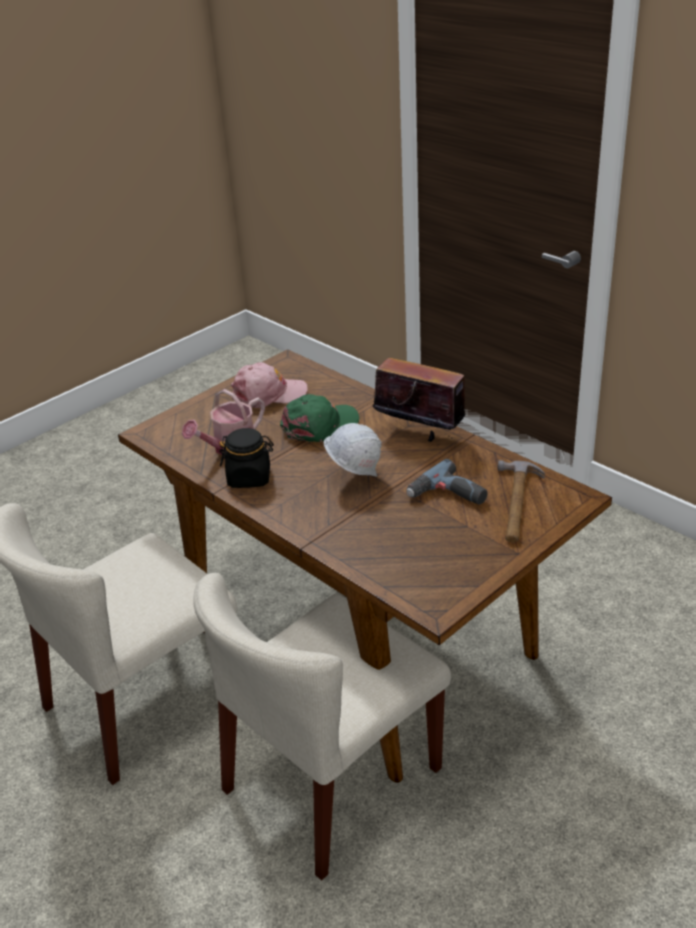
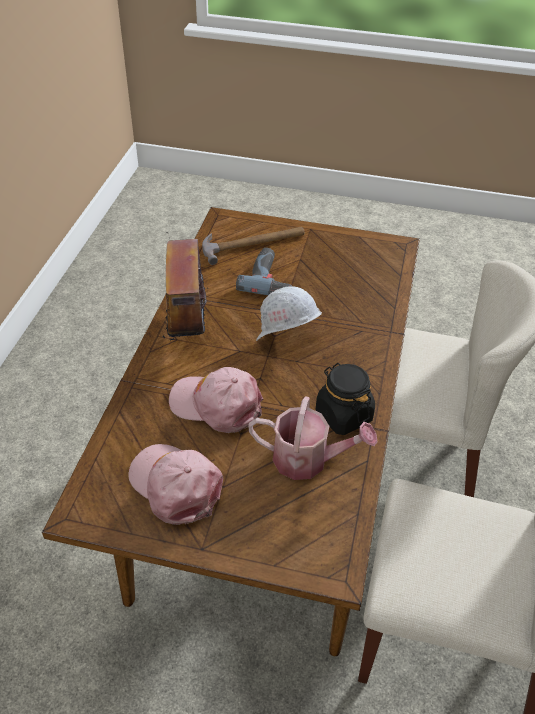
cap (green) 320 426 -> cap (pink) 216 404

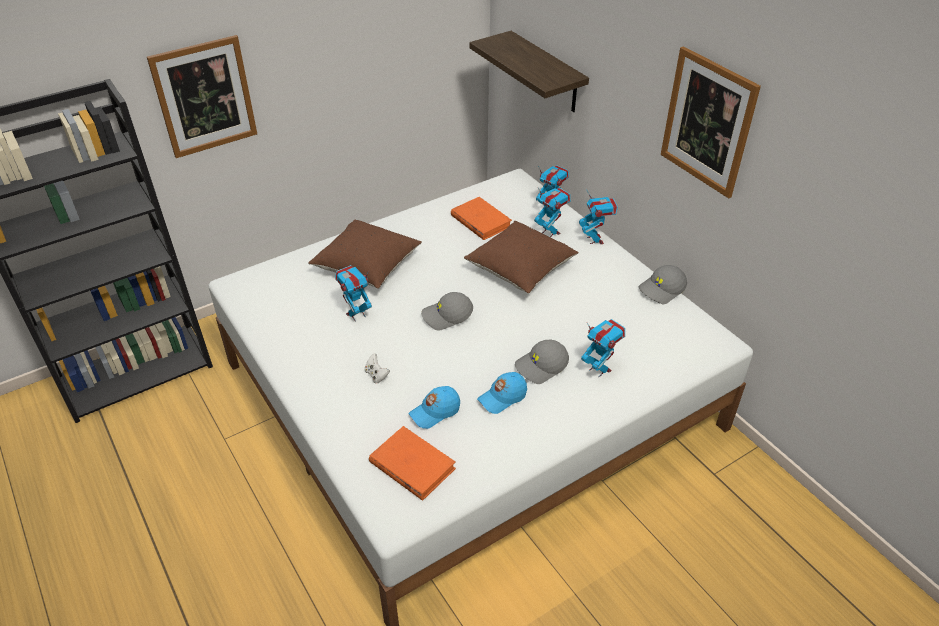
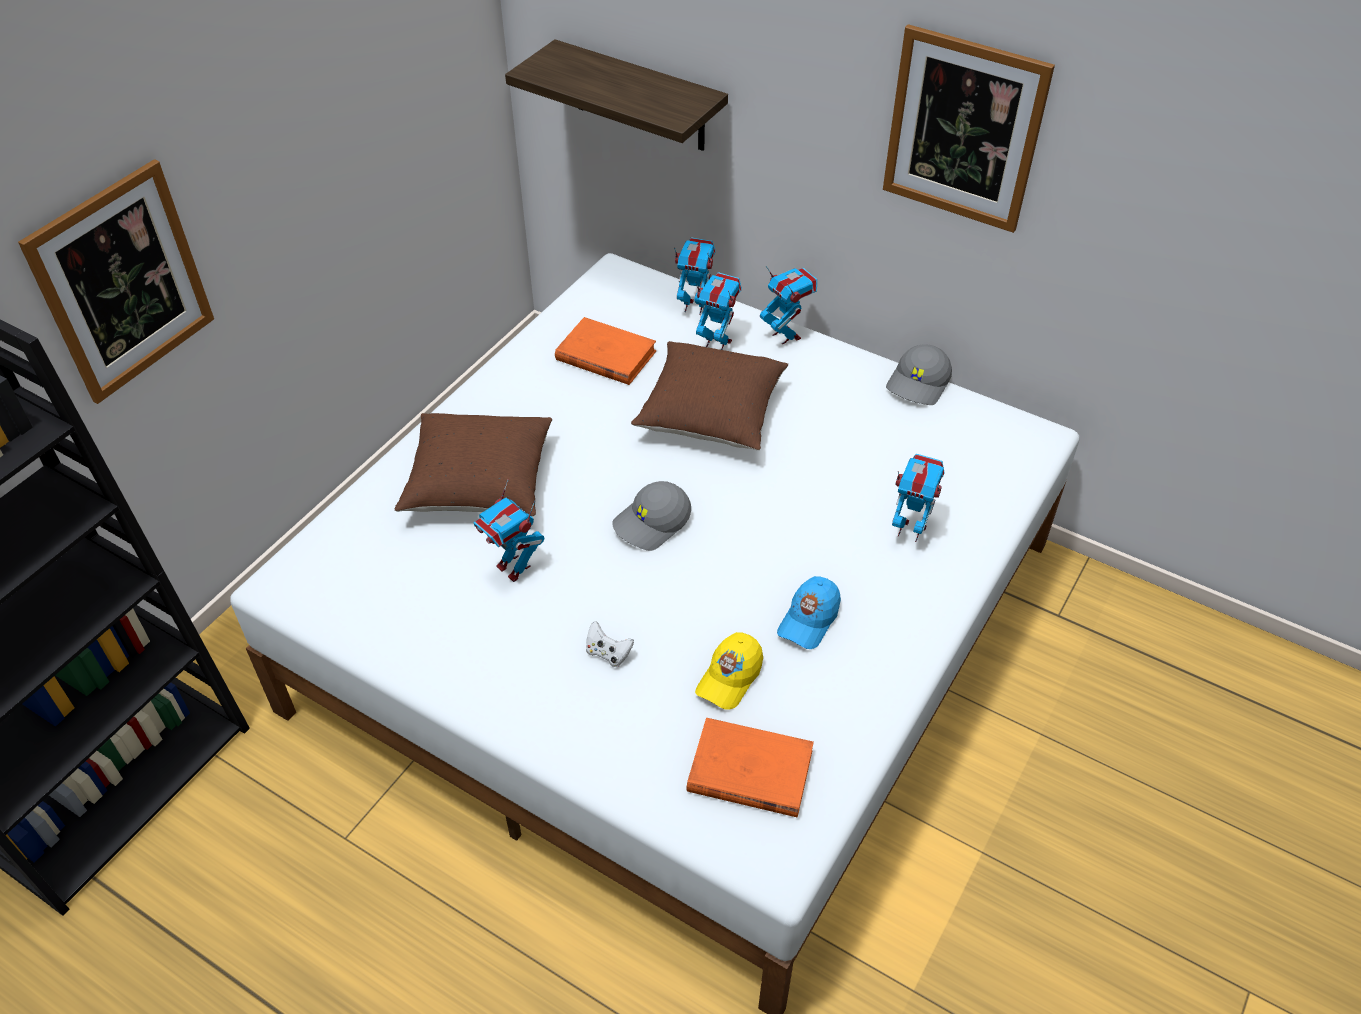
model robot 356 314 -> model robot 514 568, 75 degrees counterclockwise
cap (blue) 435 412 -> cap (yellow-coloured) 730 678
cap (greyish) 541 366 -> none

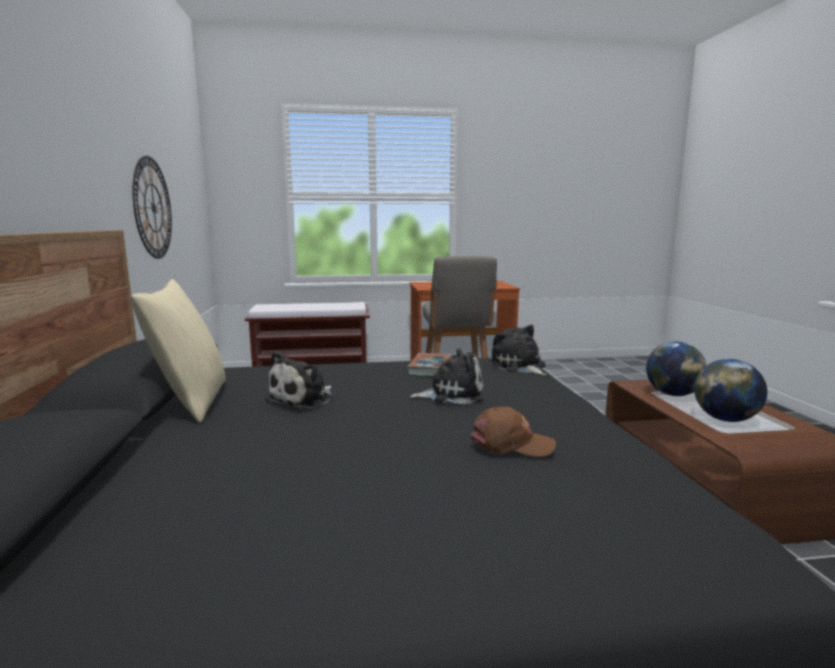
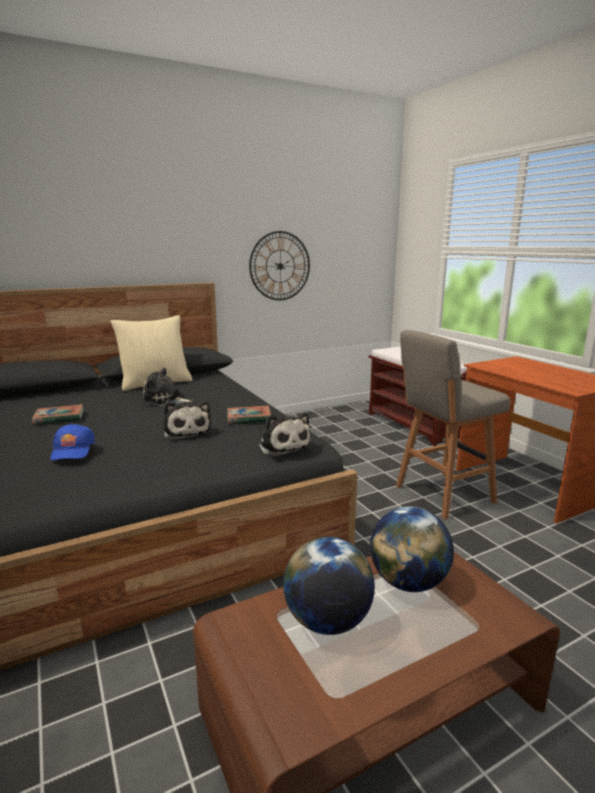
cap (brown) 511 444 -> cap (blue) 72 450
soft toy 519 366 -> soft toy 283 446, 105 degrees clockwise
none -> volume 59 418

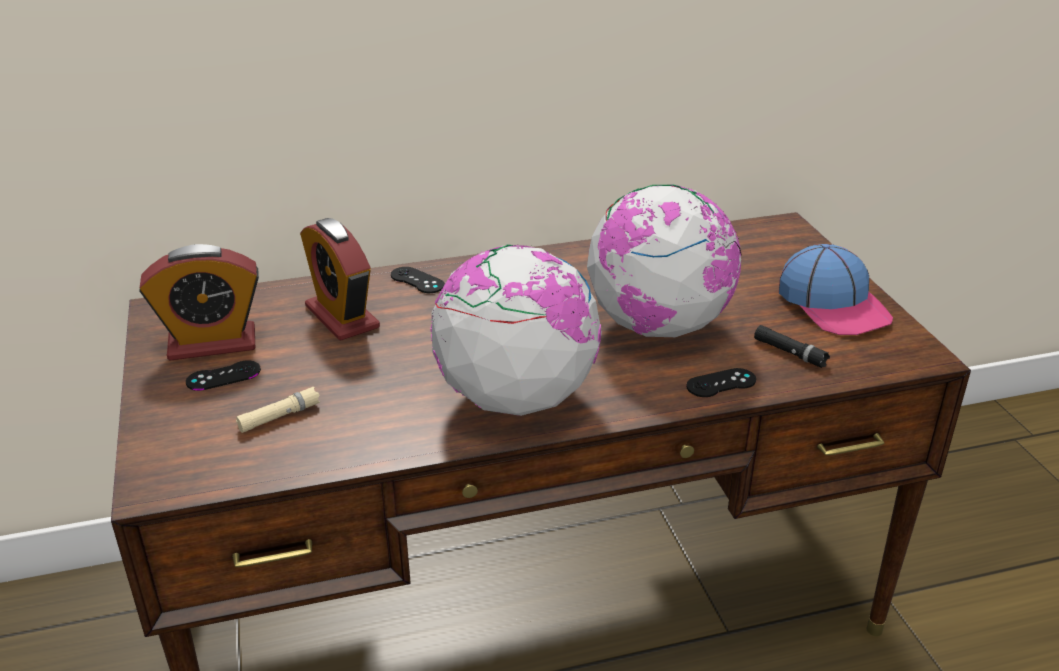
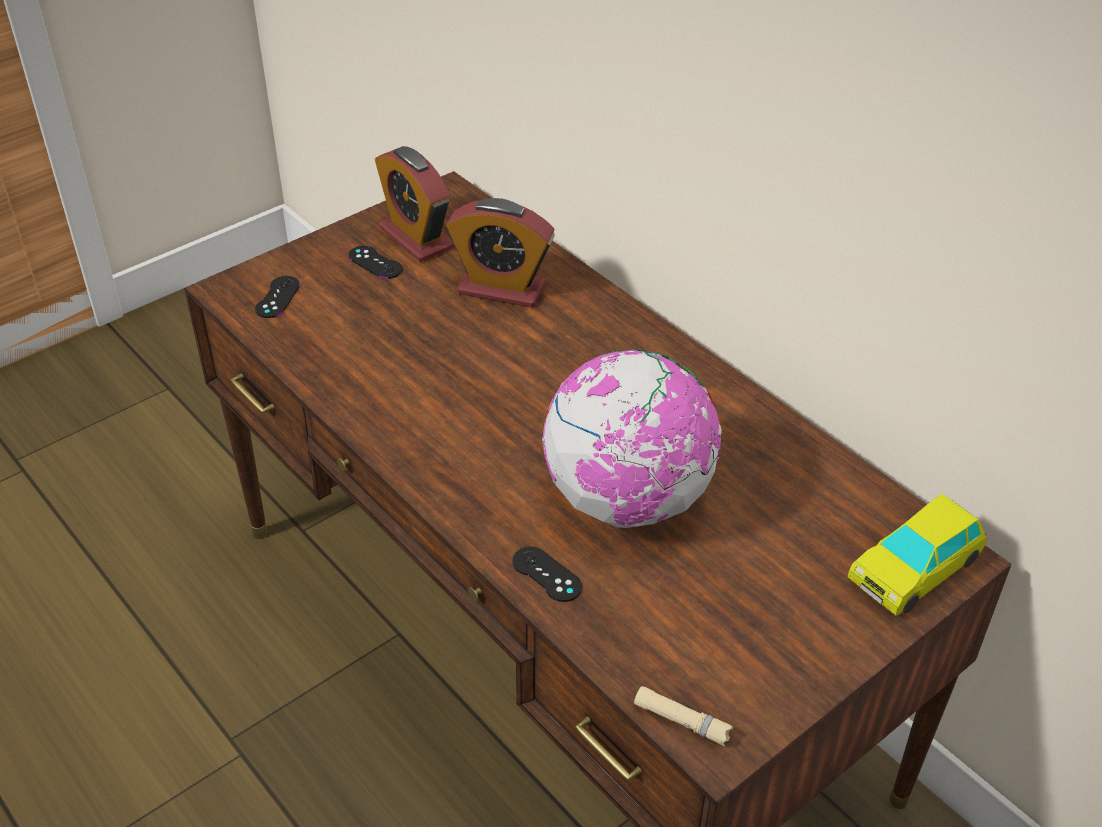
flashlight (beige-coloured) 279 416 -> flashlight (beige-coloured) 682 721, moved
alarm clock 342 317 -> alarm clock 501 288, 105 degrees counterclockwise
joypad (blackish) 417 280 -> joypad (blackish) 277 297, moved
desk globe 515 398 -> none
flashlight (blackish) 790 352 -> none
cap 834 305 -> none
none -> miniature car 914 570

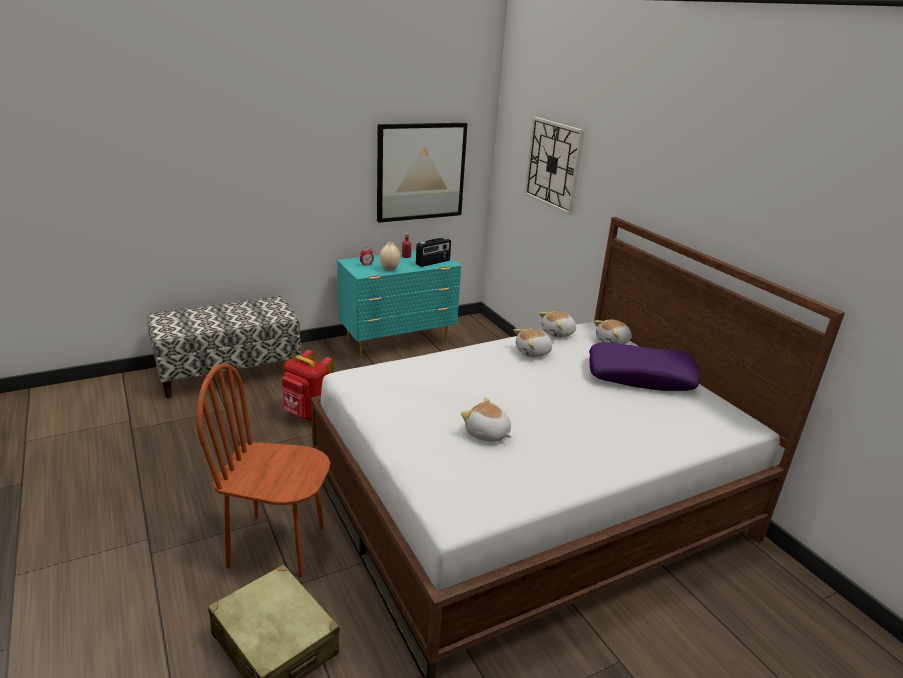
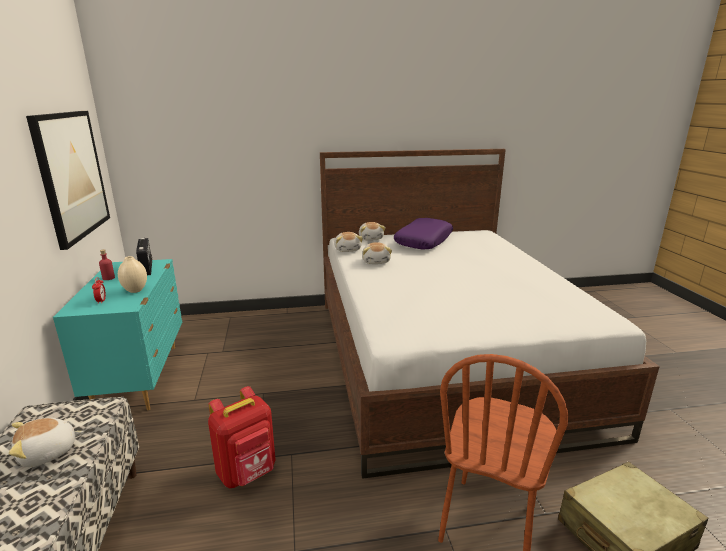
soft toy 487 434 -> soft toy 48 453, moved
wall clock 553 164 -> none

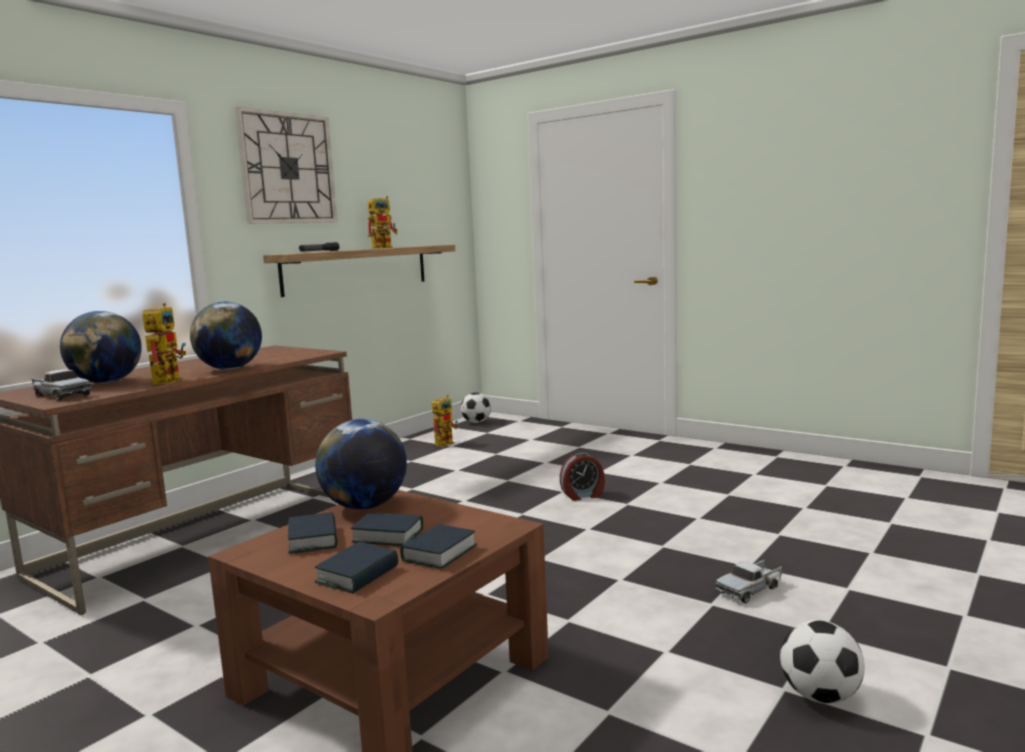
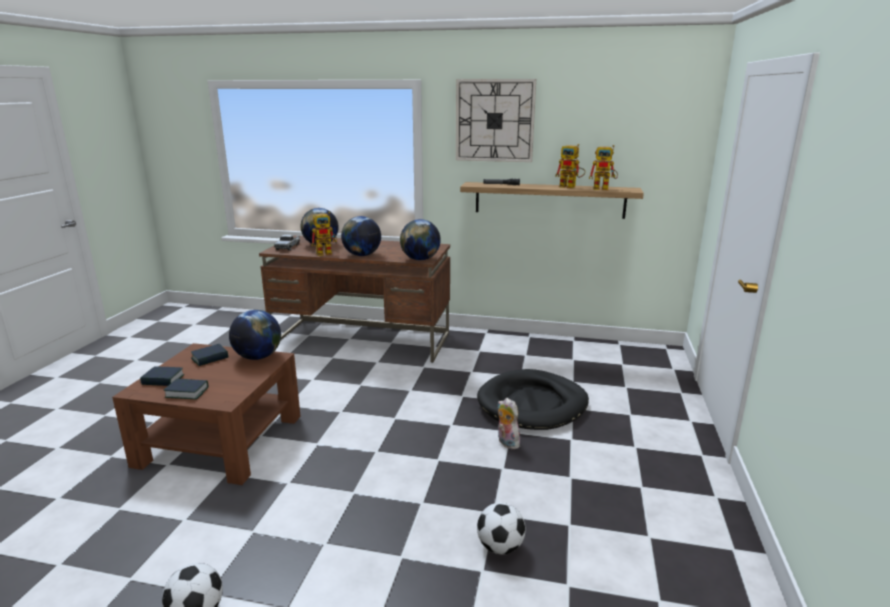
volume 388 536 -> none
model robot 446 442 -> model robot 604 188, moved
football 476 422 -> football 500 547, moved
alarm clock 583 496 -> soft toy 506 443
toy truck 750 589 -> none
none -> desk globe 420 259
none -> dog bed (blackish) 532 404

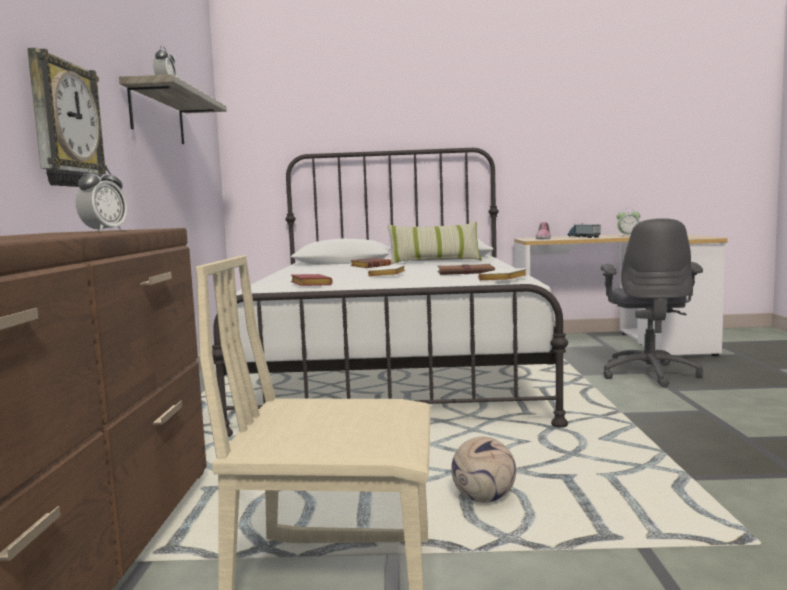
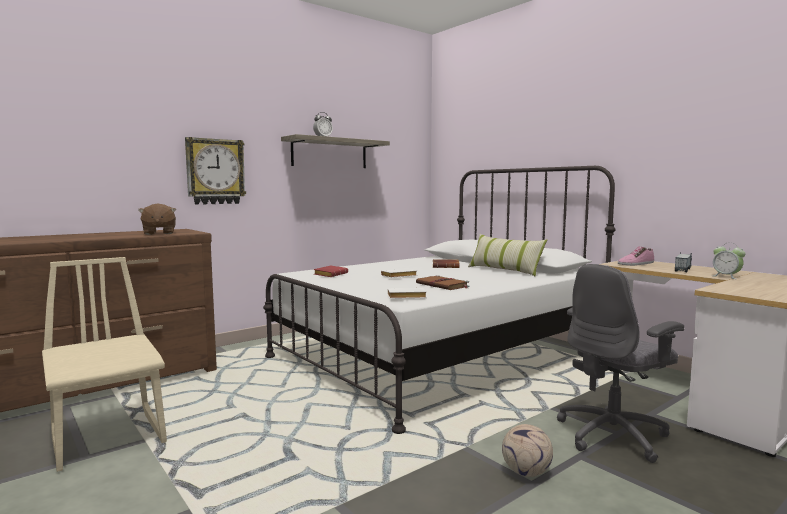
alarm clock 104 231 -> soft toy (brown) 159 233
football 483 499 -> football 525 472, moved

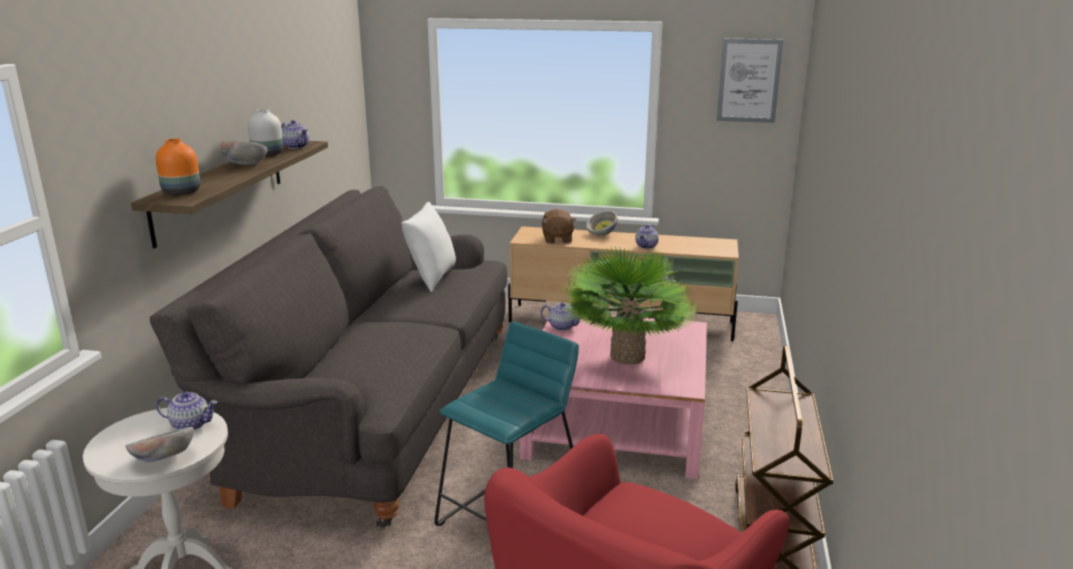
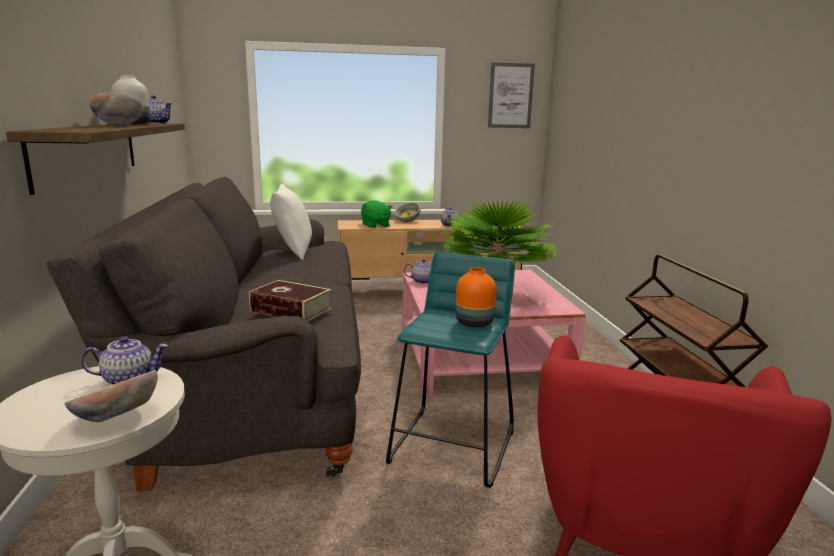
flower vase (orange-coloured) 181 193 -> flower vase (orange-coloured) 474 323, moved
soft toy (brown) 557 239 -> soft toy (green) 375 225
none -> volume 291 310

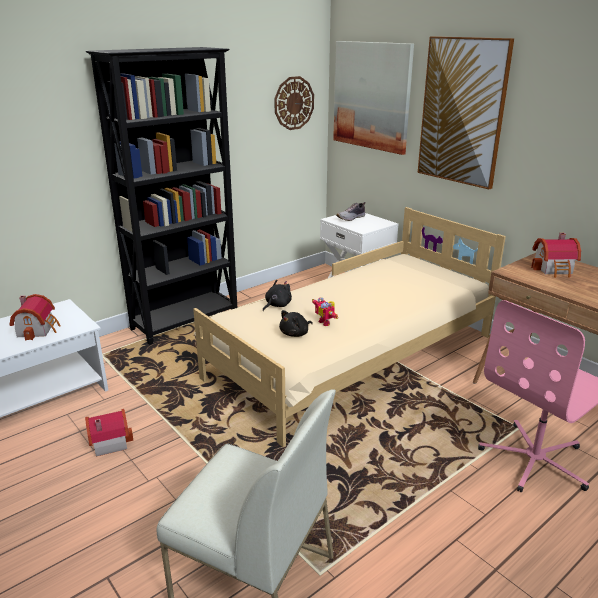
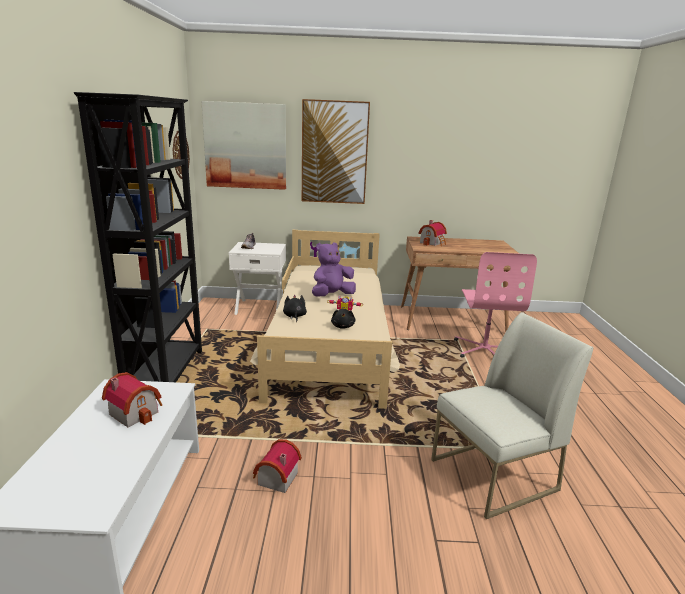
none -> soft toy (purple) 332 295

